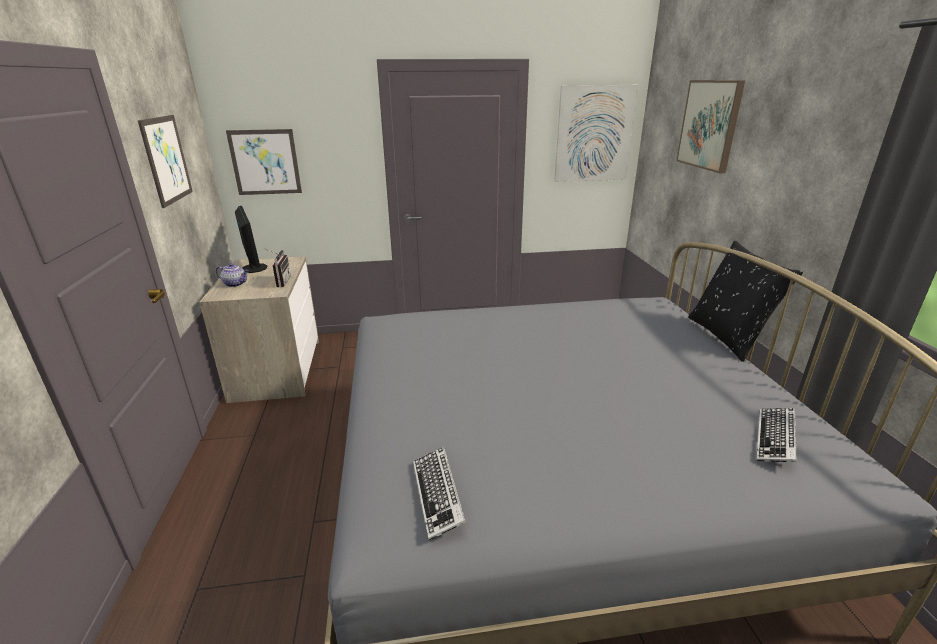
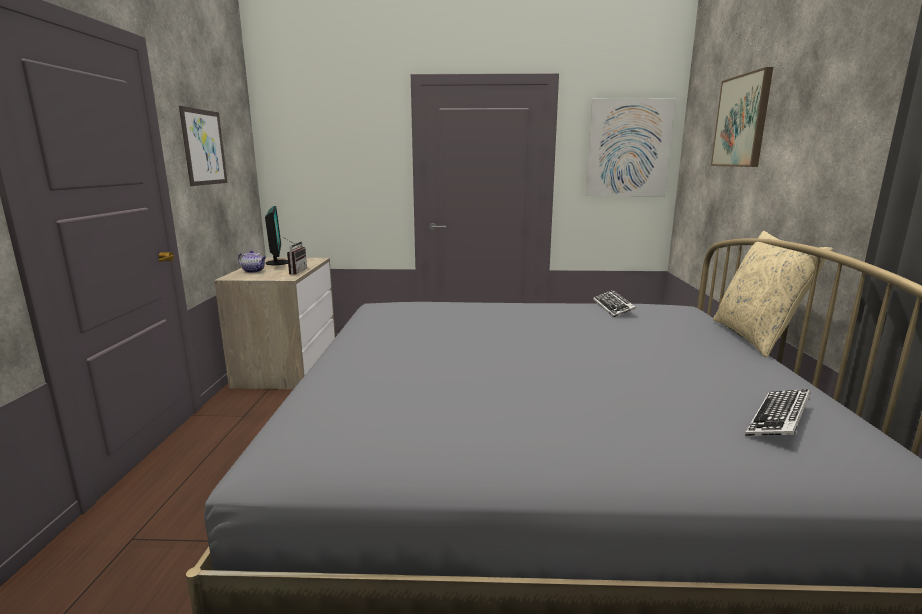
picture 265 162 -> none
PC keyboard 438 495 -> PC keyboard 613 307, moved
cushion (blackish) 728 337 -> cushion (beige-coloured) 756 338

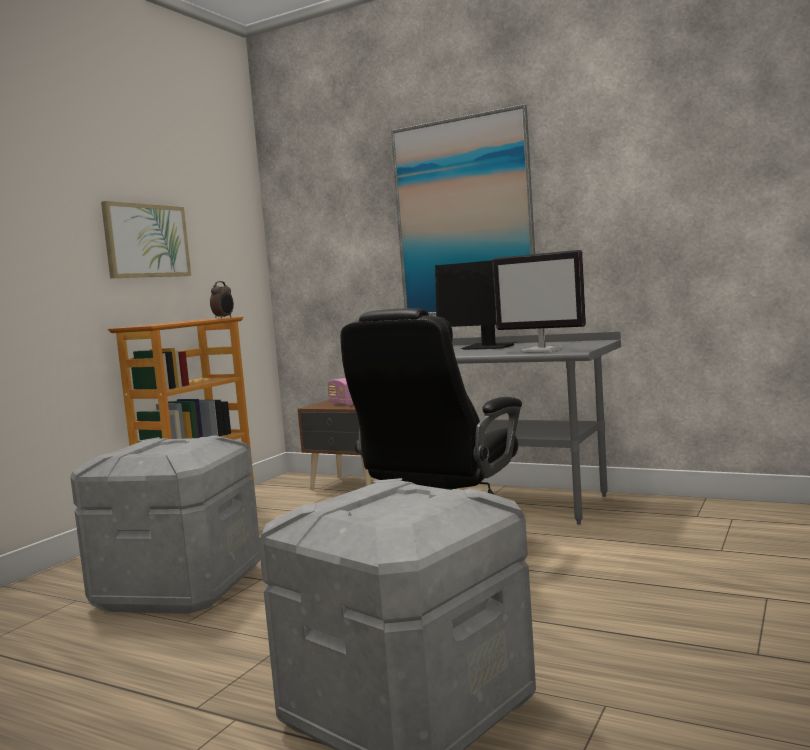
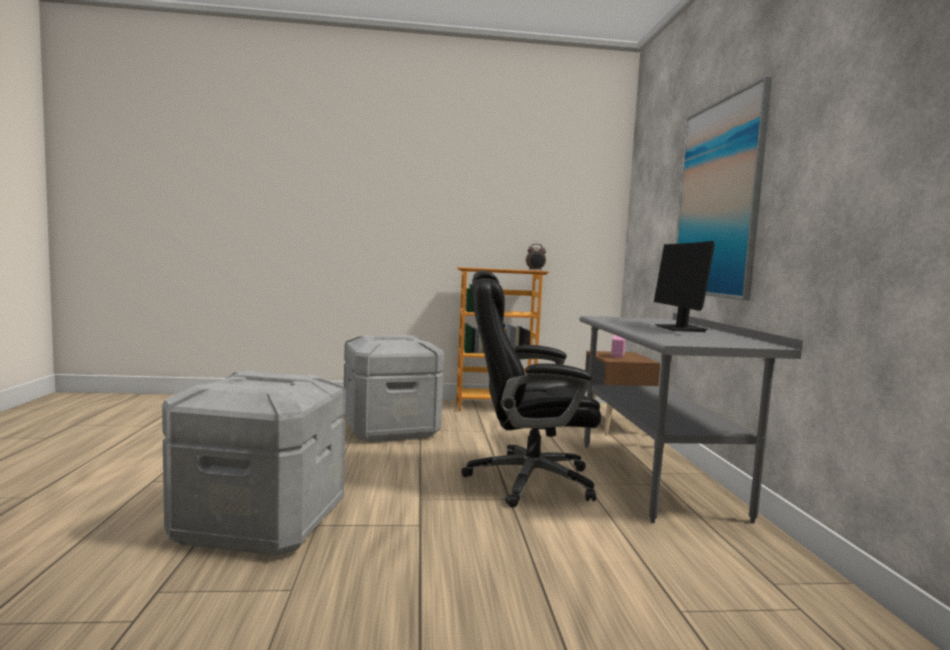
picture 146 241 -> none
monitor 542 350 -> none

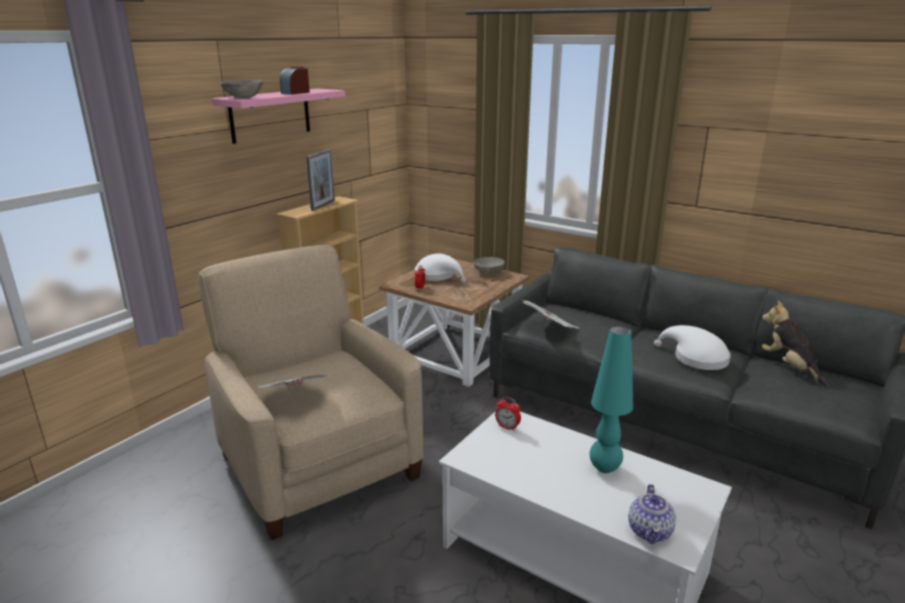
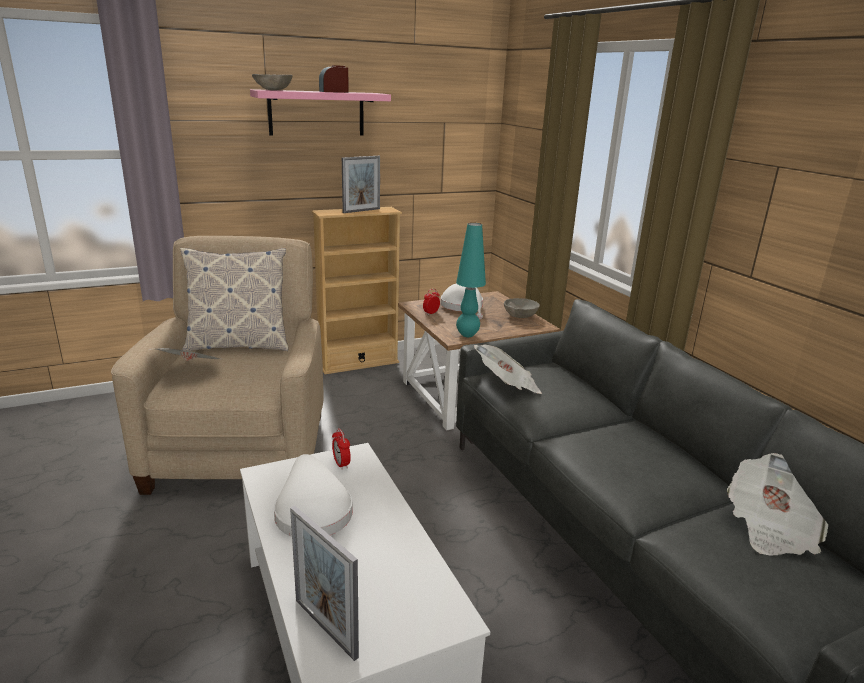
tabletop lamp (turquoise-coloured) 604 468 -> tabletop lamp (turquoise-coloured) 467 335, moved
tea pot 650 531 -> picture frame 325 628
hat (white) 696 358 -> hat (white) 312 511, moved
soft toy 789 367 -> daily paper 771 527
none -> cushion 238 345

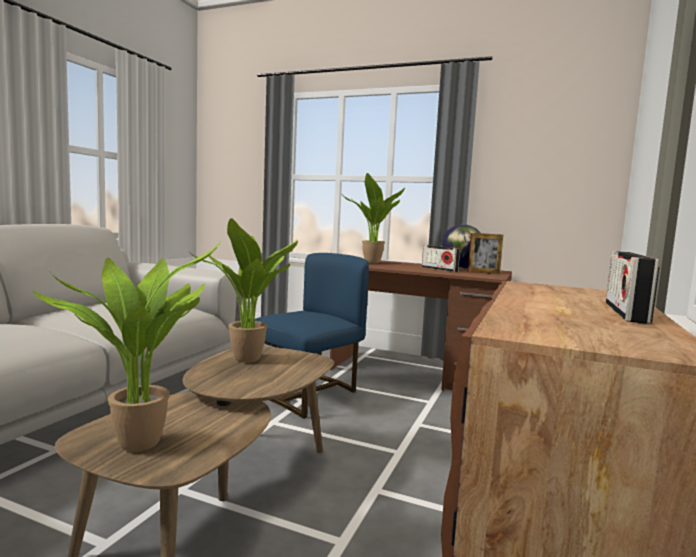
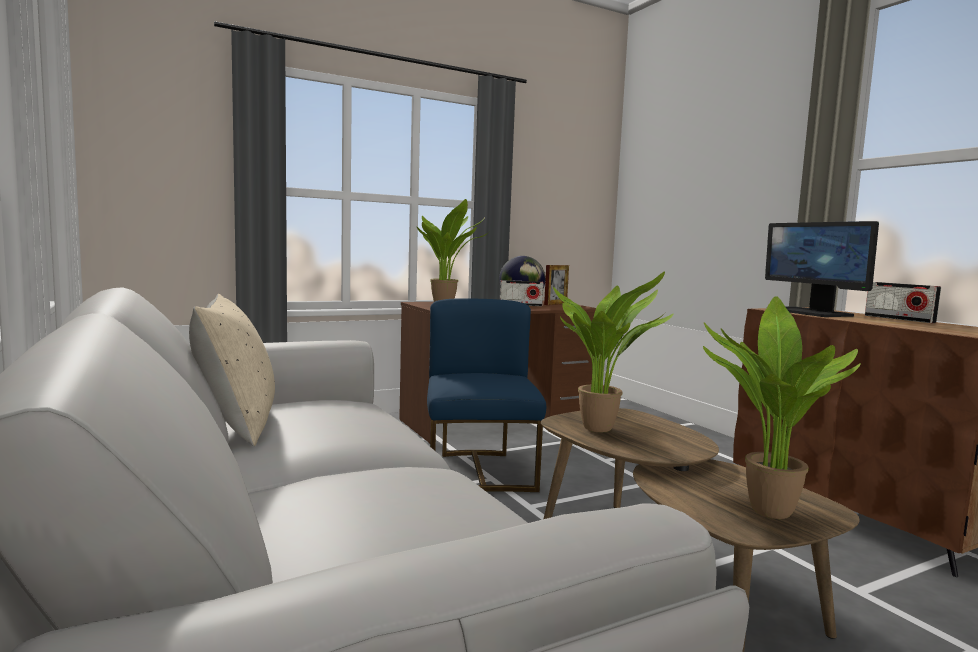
none -> cushion (beige-coloured) 236 426
none -> monitor 810 312

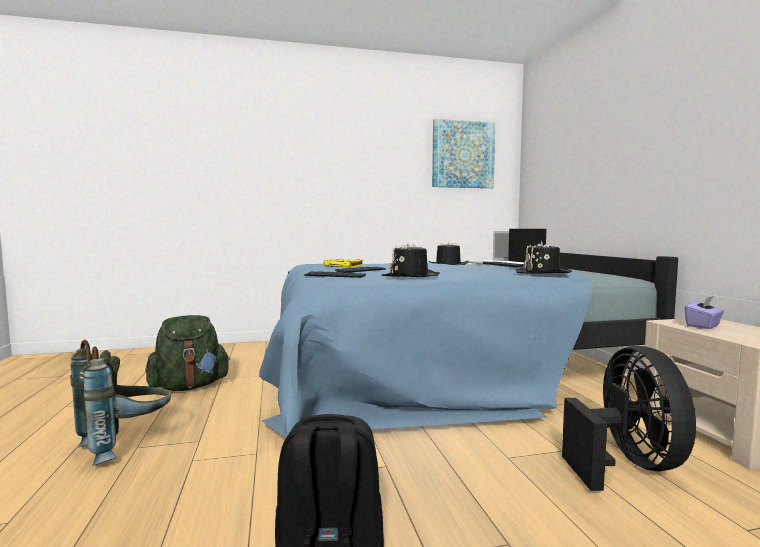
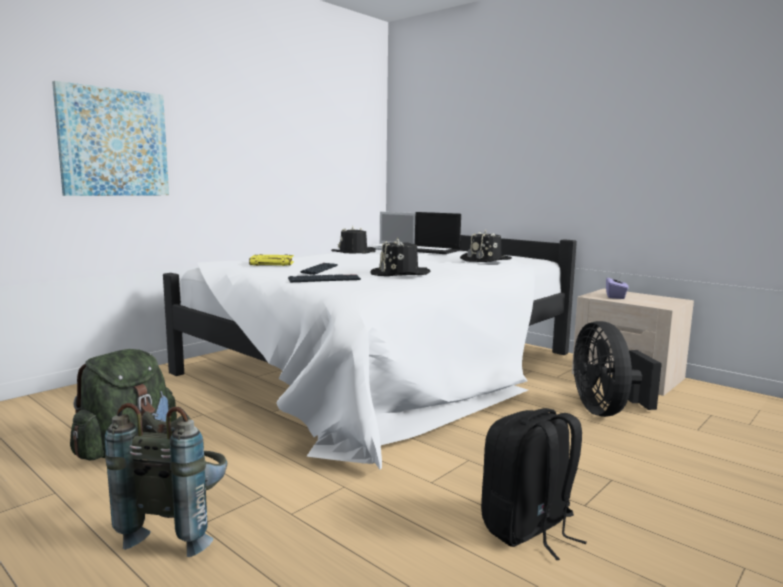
sleeping bed (blue) 443 369 -> sleeping bed (white) 384 367
picture 463 154 -> picture 113 143, moved
electric fan (blackish) 627 465 -> electric fan (blackish) 606 411, 150 degrees counterclockwise

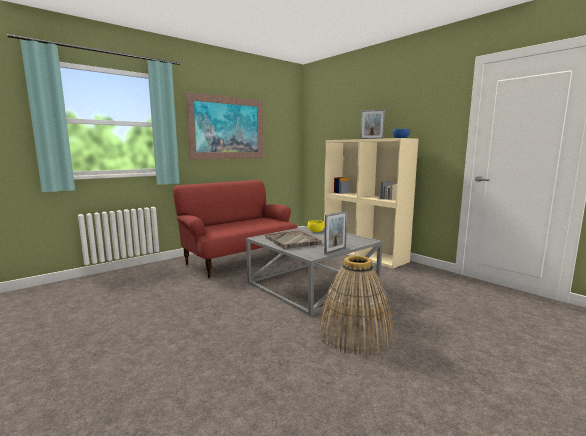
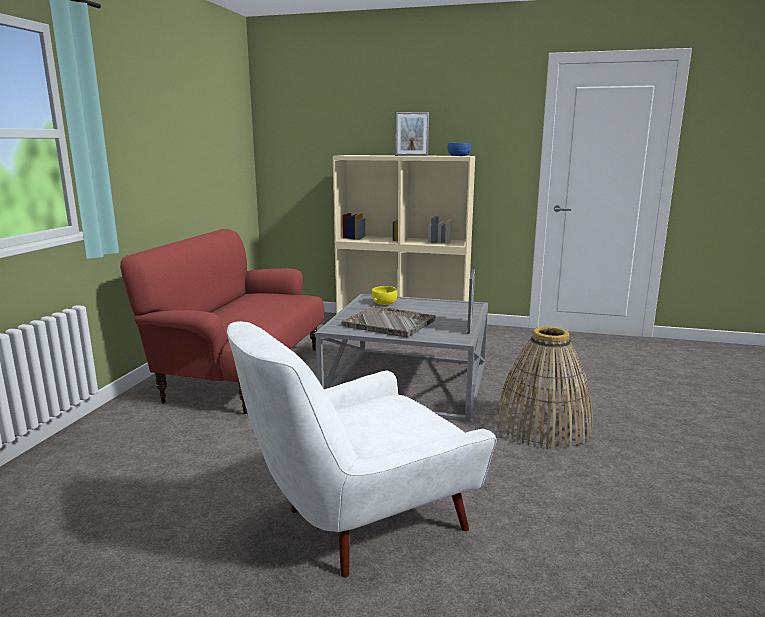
picture 227 128 -> none
none -> lounge chair (white) 359 523

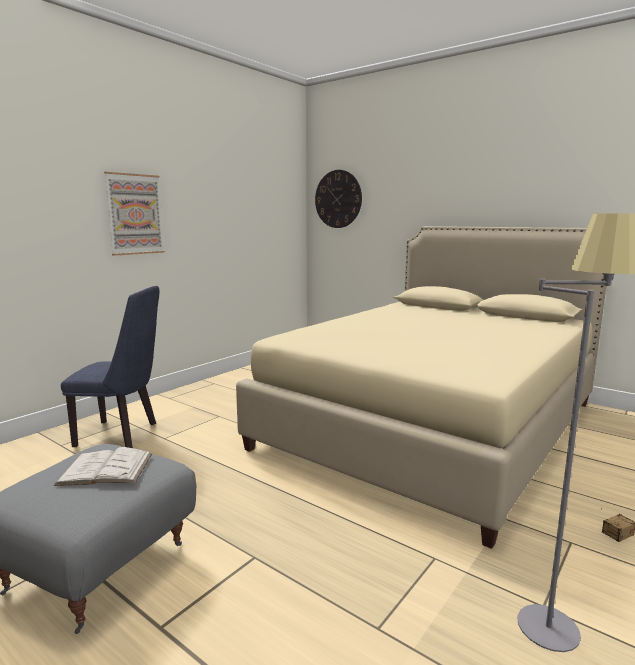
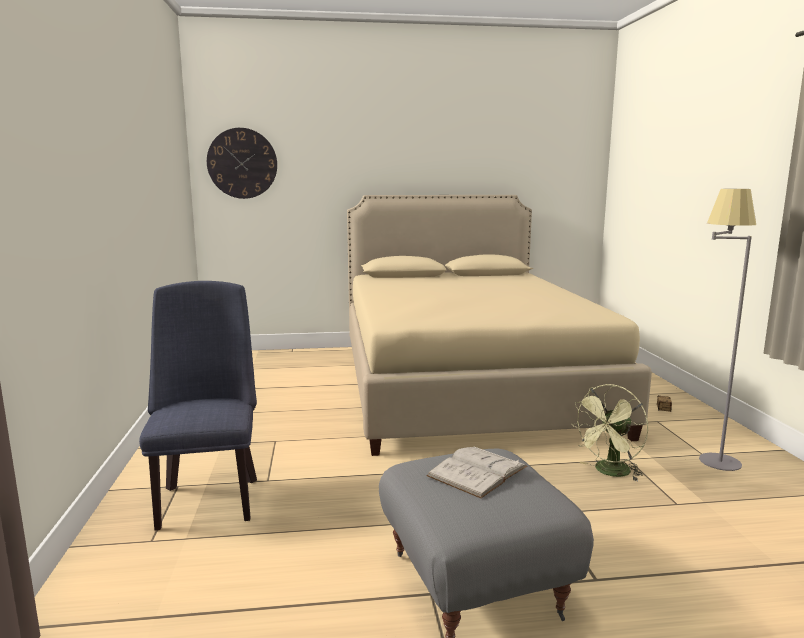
chair (blue) 123 434 -> chair (blue) 209 497, 60 degrees counterclockwise
picture 135 214 -> none
none -> electric fan (green) 609 472

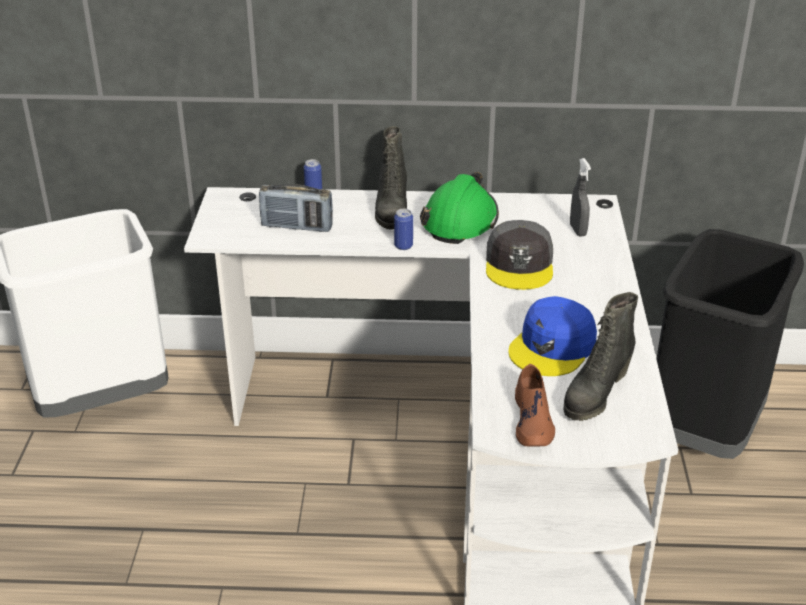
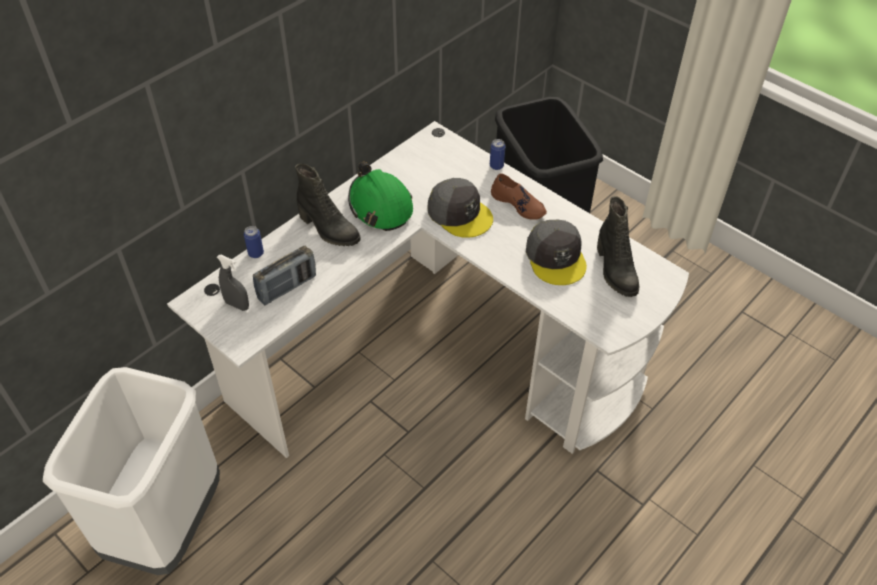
metal can 403 246 -> metal can 496 166, moved
cap (blue) 553 347 -> cap (greyish) 556 257
item of footwear (brown) 532 420 -> item of footwear (brown) 518 204, moved
hand sprayer (greyish) 578 230 -> hand sprayer (greyish) 237 305, moved

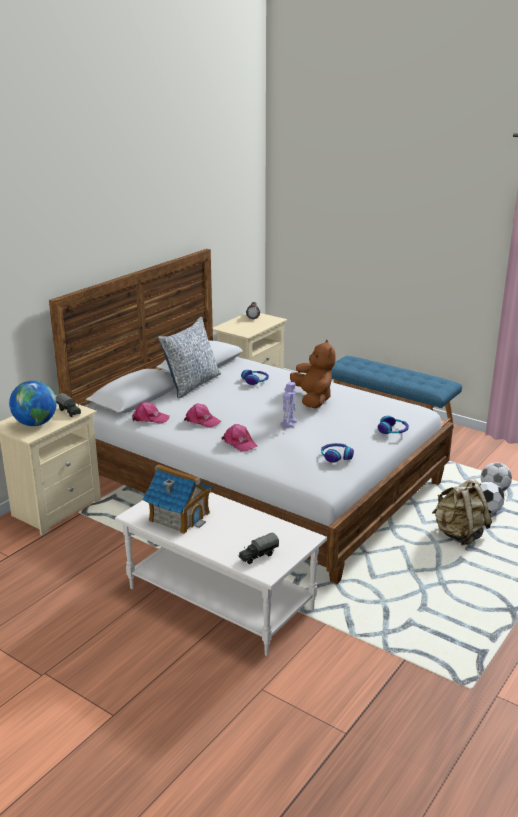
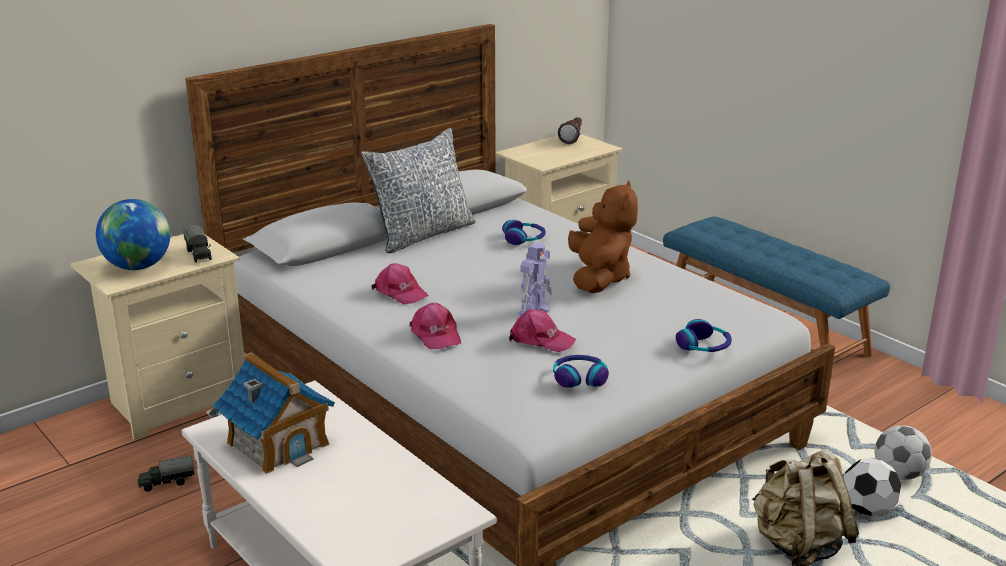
cap (pink) 150 418 -> cap (pink) 540 340, moved
toy truck 258 556 -> toy truck 167 482, moved

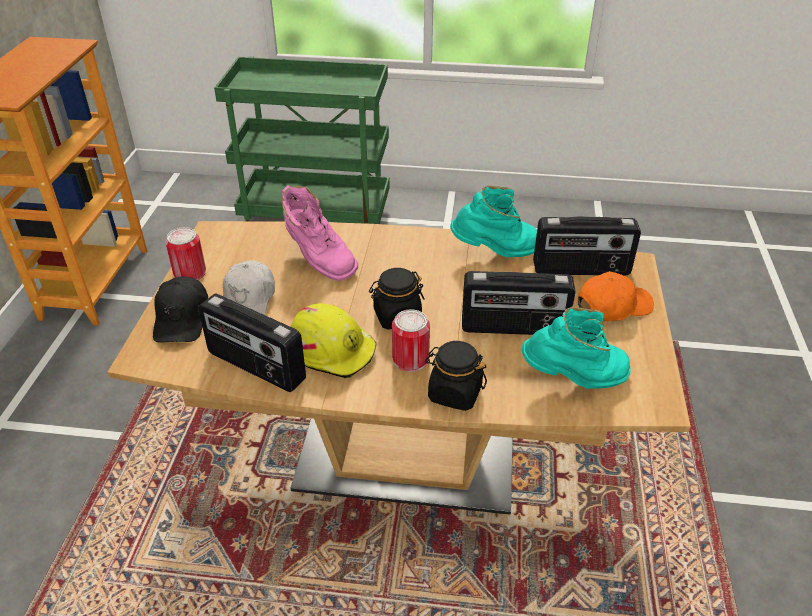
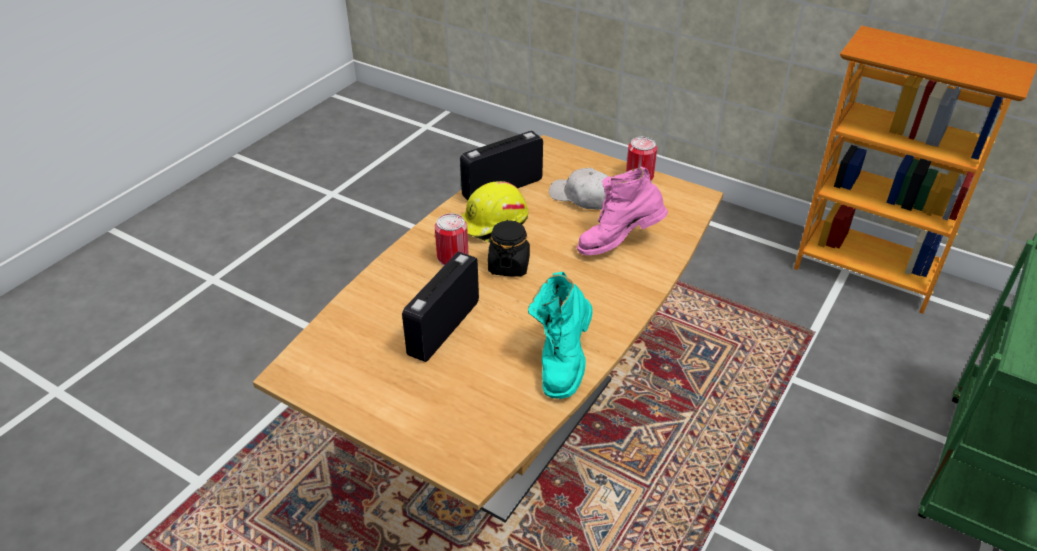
cap (blackish) 182 318 -> none
storage jar (blackish) 454 393 -> none
high-top boot (turquoise-coloured) 574 380 -> none
radio set 581 270 -> none
cap (orange-coloured) 613 306 -> none

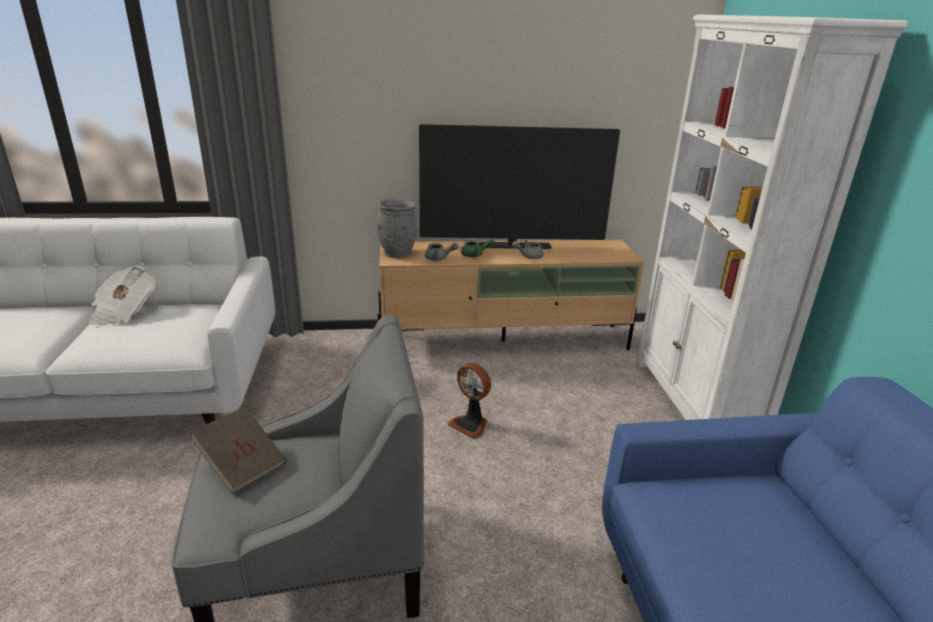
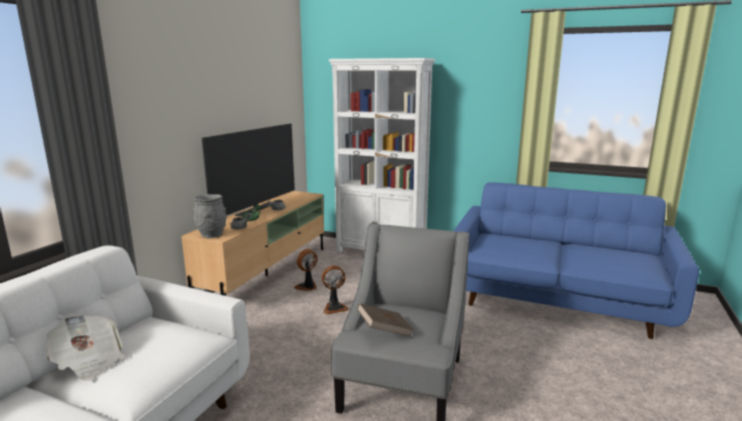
none -> electric fan 307 287

